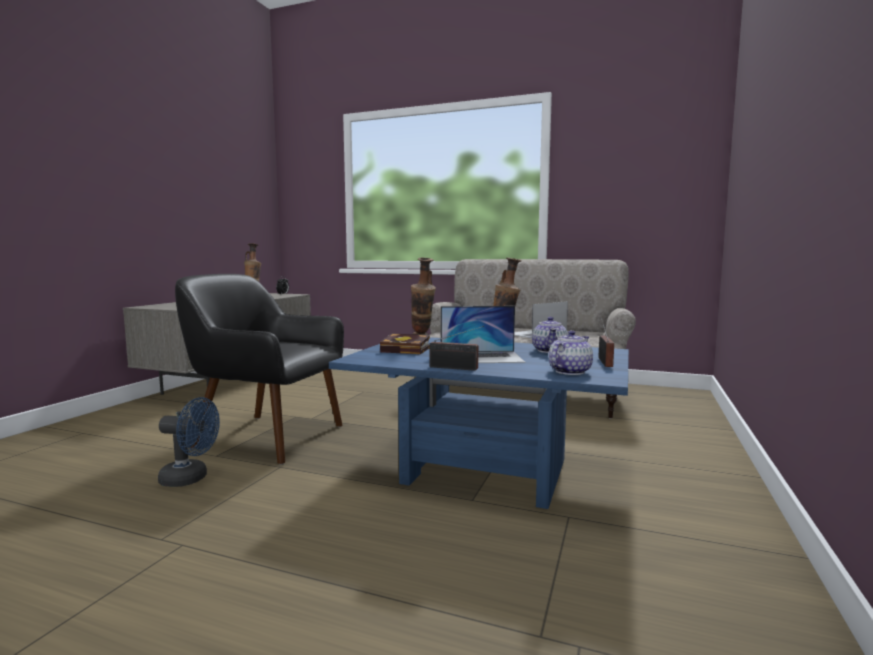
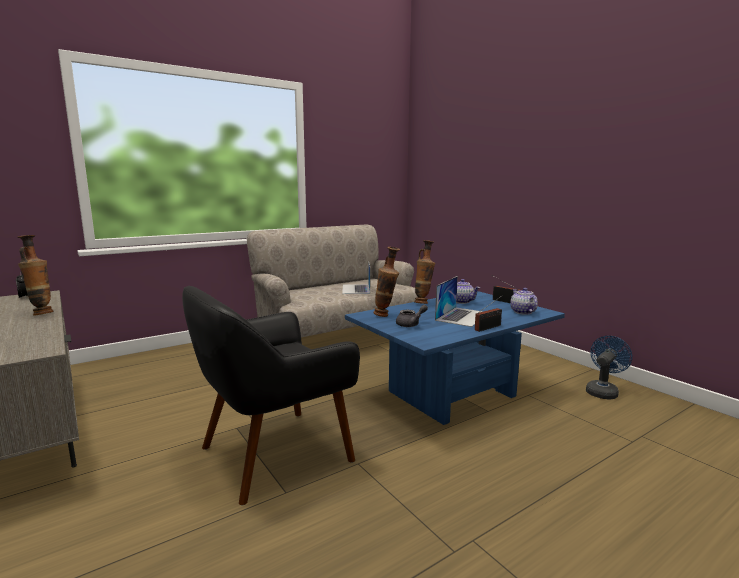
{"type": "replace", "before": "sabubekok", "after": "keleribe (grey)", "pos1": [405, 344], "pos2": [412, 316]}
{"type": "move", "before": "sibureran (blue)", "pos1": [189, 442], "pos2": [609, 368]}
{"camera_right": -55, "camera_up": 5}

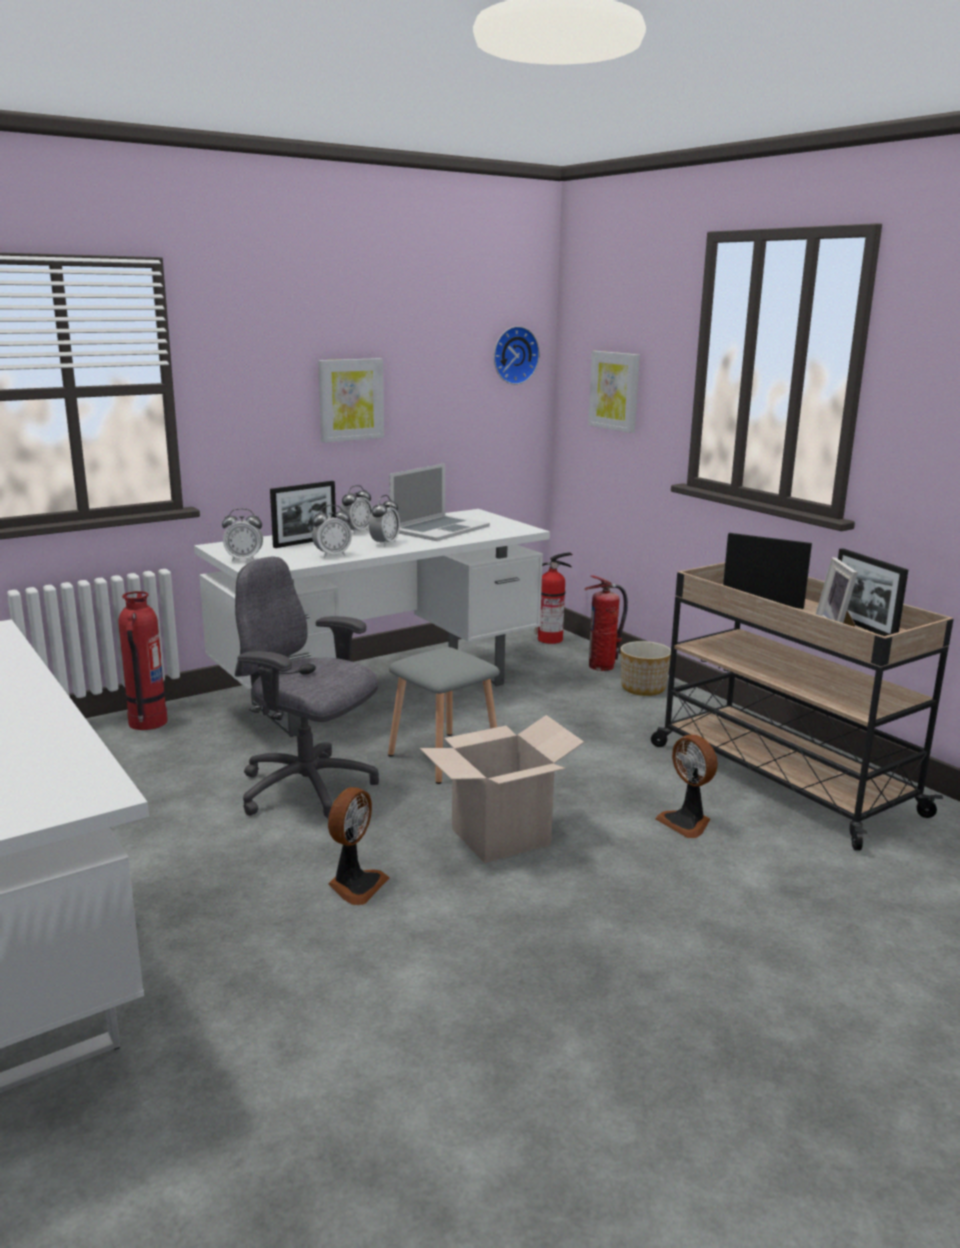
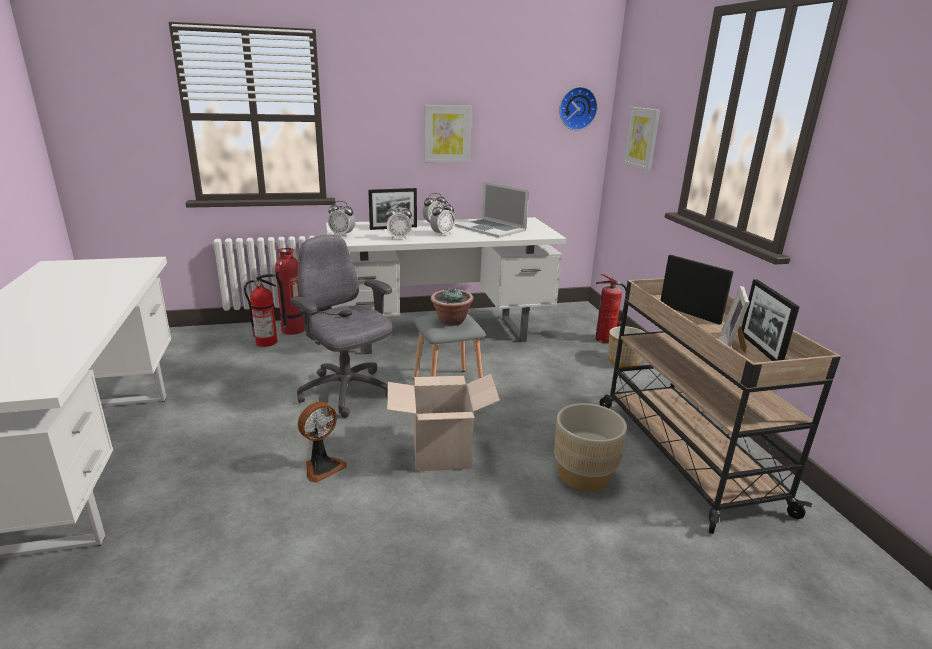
{"type": "rotate", "before": "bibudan", "pos1": [439, 502], "pos2": [492, 210], "turn": 75}
{"type": "move", "before": "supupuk", "pos1": [554, 598], "pos2": [260, 310]}
{"type": "replace", "before": "sibureran", "after": "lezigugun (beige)", "pos1": [686, 786], "pos2": [590, 447]}
{"type": "insert", "after": "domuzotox", "pos2": [452, 306]}
{"camera_right": 20, "camera_up": 5}

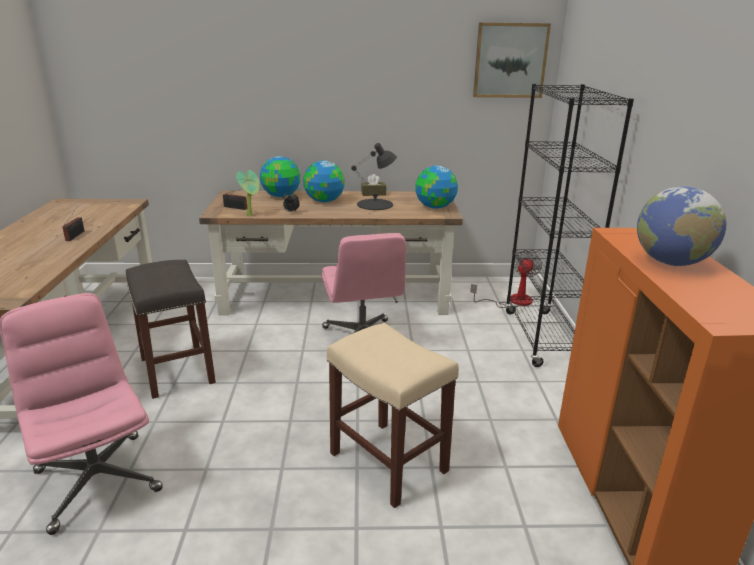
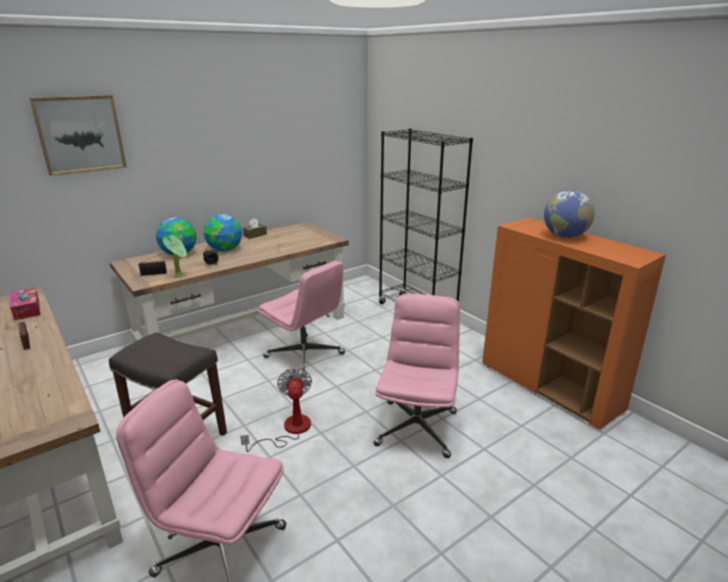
{"type": "move", "before": "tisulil", "pos1": [512, 60], "pos2": [78, 135]}
{"type": "delete", "before": "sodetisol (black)", "pos1": [374, 176]}
{"type": "delete", "before": "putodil", "pos1": [436, 187]}
{"type": "move", "before": "sibureran", "pos1": [506, 279], "pos2": [276, 410]}
{"type": "replace", "before": "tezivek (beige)", "after": "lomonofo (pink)", "pos1": [393, 415], "pos2": [416, 376]}
{"type": "insert", "after": "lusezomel", "pos2": [25, 304]}
{"camera_right": -35, "camera_up": 0}

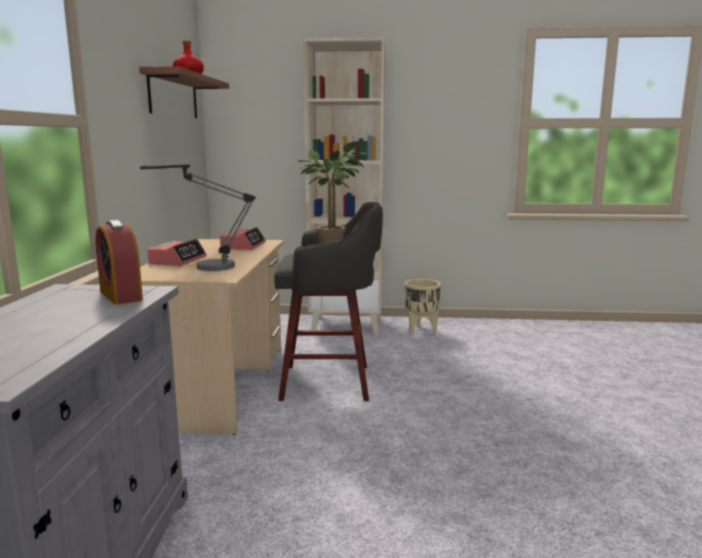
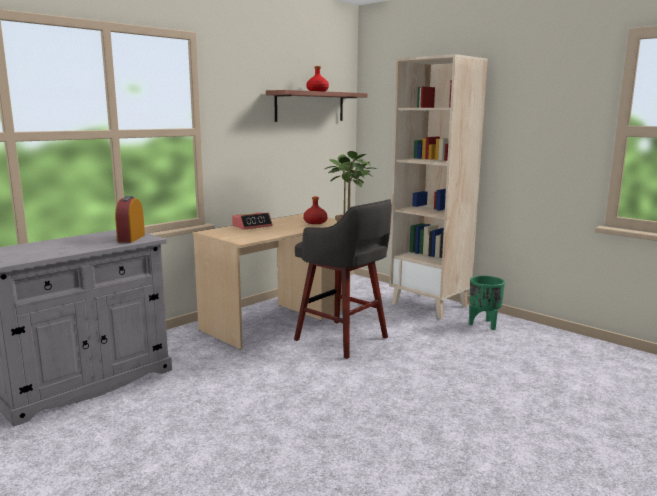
{"type": "delete", "before": "sodetisol", "pos1": [198, 217]}
{"type": "replace", "before": "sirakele", "after": "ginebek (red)", "pos1": [243, 238], "pos2": [315, 210]}
{"type": "recolor", "before": "lezigugun (beige)", "after": "lezigugun (green)", "pos1": [423, 306], "pos2": [487, 303]}
{"camera_right": 40, "camera_up": 0}

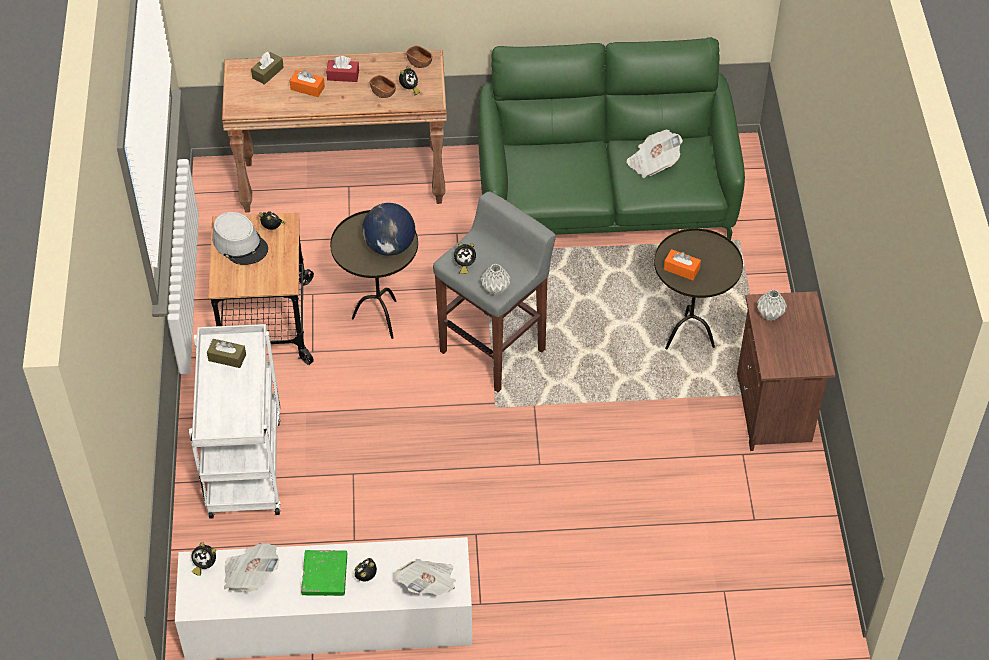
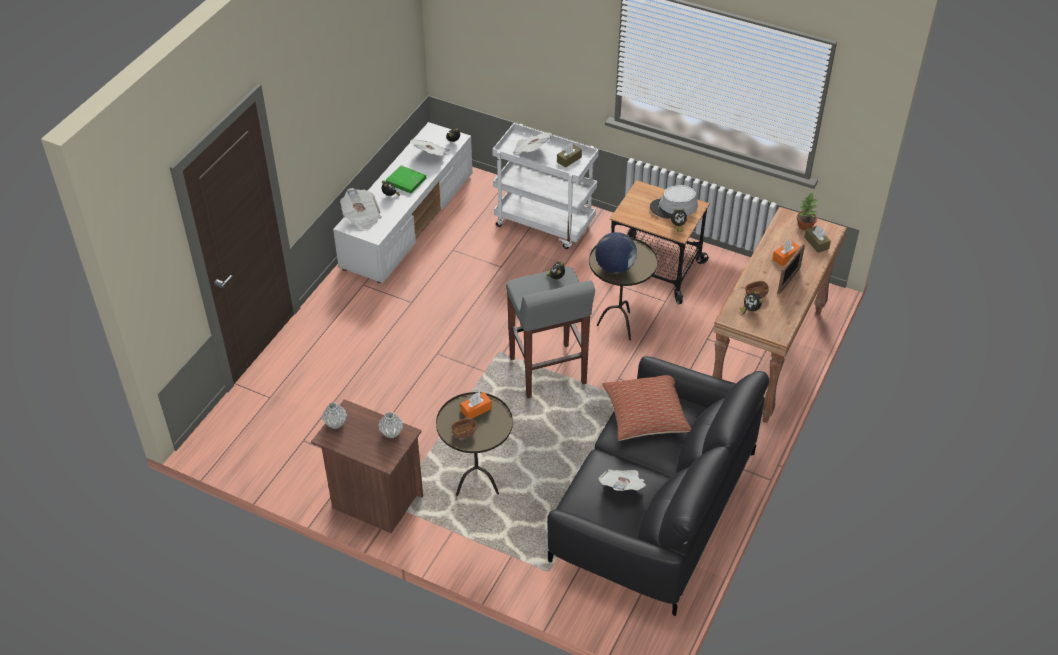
{"type": "recolor", "before": "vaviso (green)", "after": "vaviso (black)", "pos1": [611, 138], "pos2": [658, 486]}
{"type": "move", "before": "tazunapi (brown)", "pos1": [419, 56], "pos2": [464, 428]}
{"type": "replace", "before": "lusezomel (red)", "after": "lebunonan", "pos1": [342, 69], "pos2": [791, 269]}
{"type": "move", "before": "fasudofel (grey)", "pos1": [495, 280], "pos2": [334, 415]}
{"type": "insert", "after": "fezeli", "pos2": [531, 143]}
{"type": "insert", "after": "domuzotox", "pos2": [807, 211]}
{"type": "insert", "after": "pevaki", "pos2": [647, 408]}
{"camera_right": 120, "camera_up": -5}

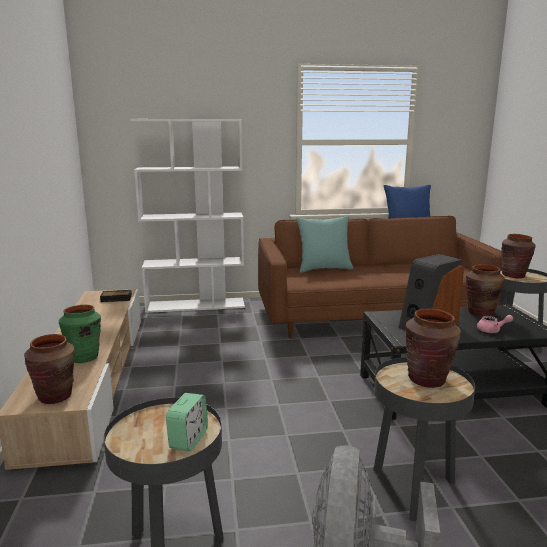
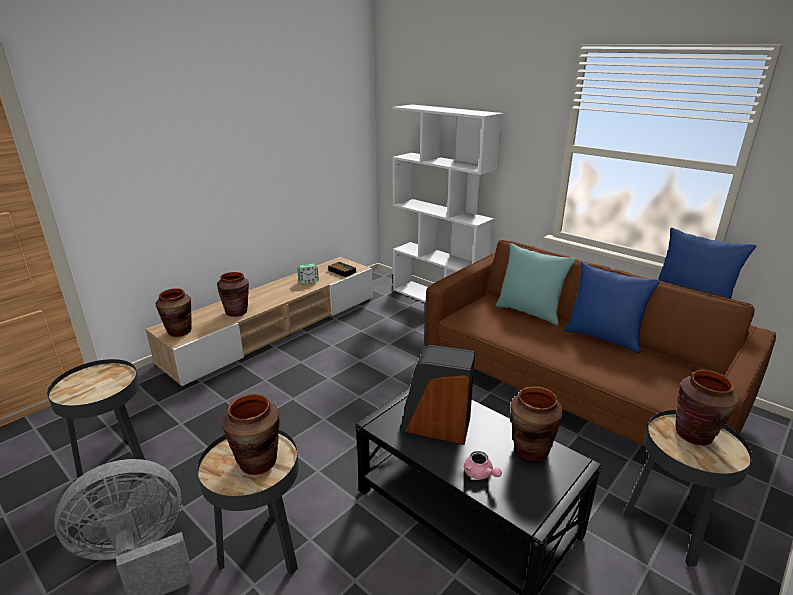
{"type": "recolor", "before": "fasudofel (green)", "after": "fasudofel (brown)", "pos1": [80, 334], "pos2": [233, 294]}
{"type": "move", "before": "sirakele", "pos1": [187, 422], "pos2": [308, 274]}
{"type": "insert", "after": "pevaki (blue)", "pos2": [612, 307]}
{"camera_right": 50, "camera_up": 10}

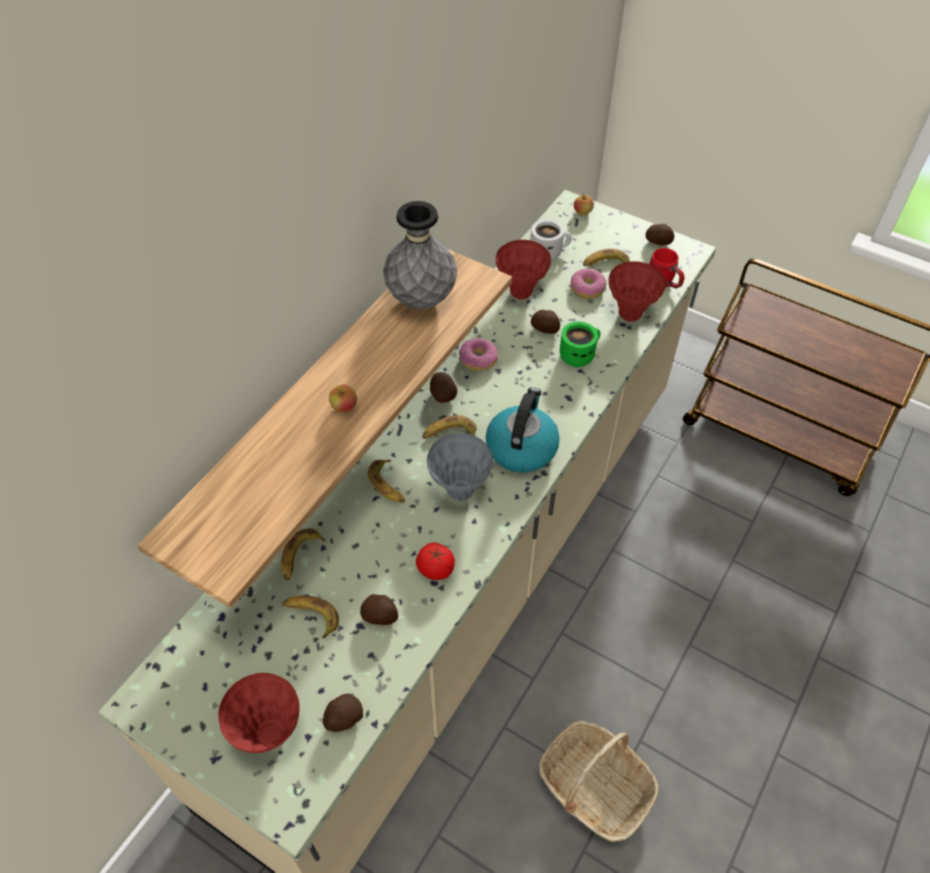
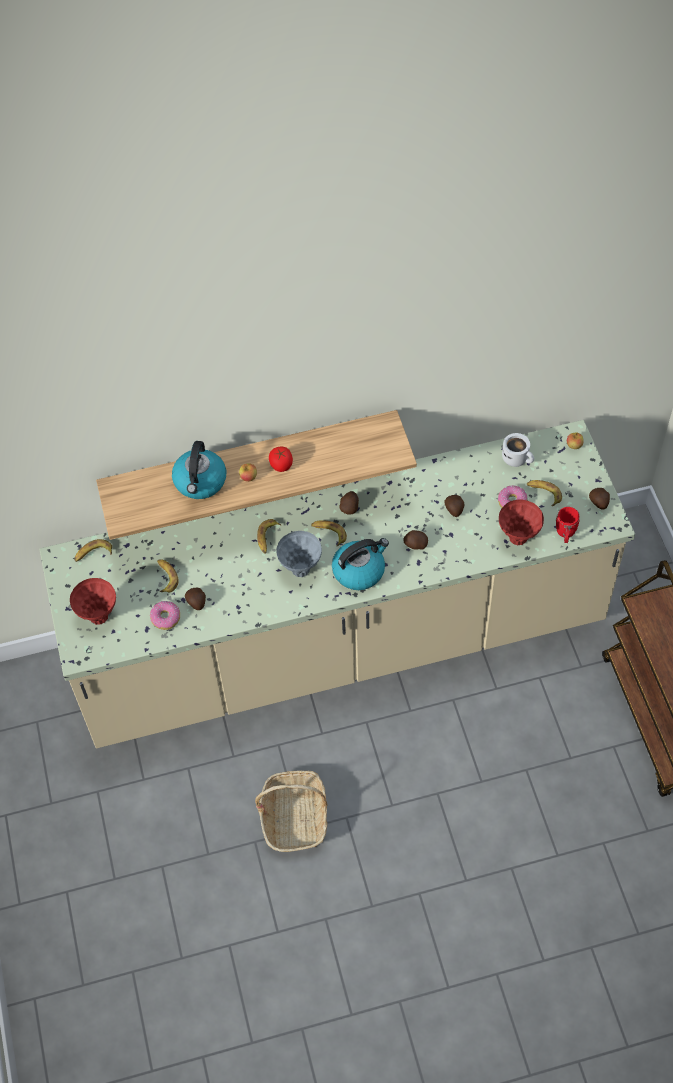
{"type": "delete", "before": "fasudofel (grey)", "pos1": [420, 255]}
{"type": "delete", "before": "fasudofel (red)", "pos1": [523, 269]}
{"type": "delete", "before": "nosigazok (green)", "pos1": [580, 344]}
{"type": "move", "before": "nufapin", "pos1": [478, 354], "pos2": [165, 615]}
{"type": "move", "before": "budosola", "pos1": [303, 554], "pos2": [93, 550]}
{"type": "move", "before": "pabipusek", "pos1": [435, 561], "pos2": [281, 459]}
{"type": "move", "before": "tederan", "pos1": [343, 713], "pos2": [415, 540]}
{"type": "insert", "after": "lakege", "pos2": [199, 470]}
{"camera_right": 45, "camera_up": 5}

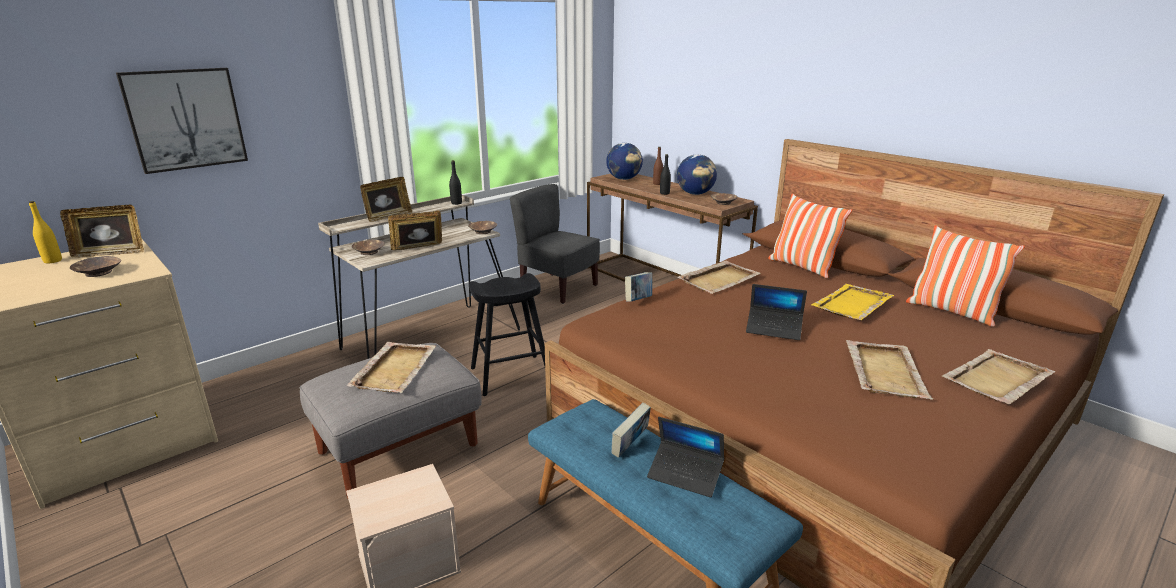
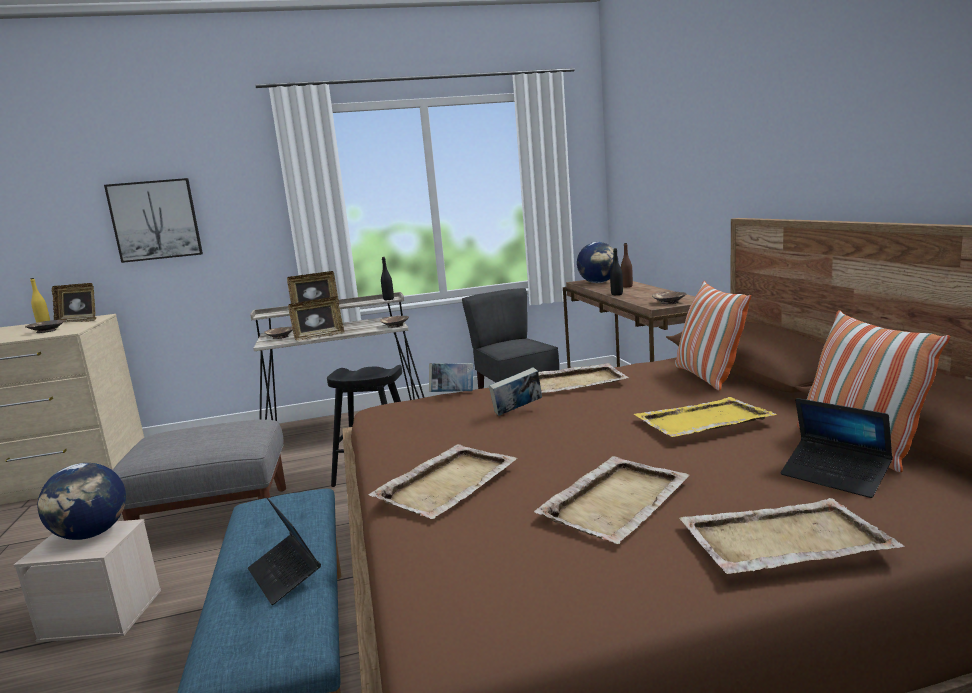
{"type": "move", "before": "putodil", "pos1": [697, 174], "pos2": [81, 501]}
{"type": "rotate", "before": "lebunonan", "pos1": [415, 230], "pos2": [316, 318], "turn": 150}
{"type": "move", "before": "bibudan", "pos1": [776, 312], "pos2": [836, 448]}
{"type": "move", "before": "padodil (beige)", "pos1": [391, 367], "pos2": [443, 481]}
{"type": "move", "before": "sabubekok", "pos1": [631, 430], "pos2": [515, 392]}
{"camera_right": 30, "camera_up": -10}

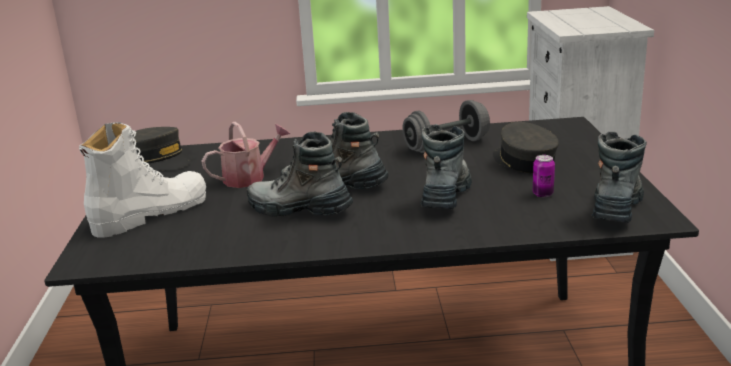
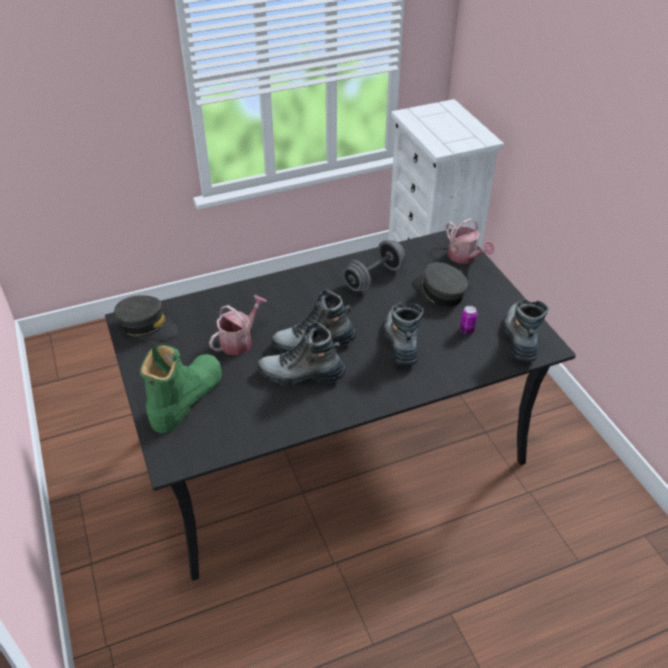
{"type": "recolor", "before": "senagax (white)", "after": "senagax (green)", "pos1": [142, 180], "pos2": [181, 388]}
{"type": "insert", "after": "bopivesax", "pos2": [470, 240]}
{"camera_right": -20, "camera_up": 20}

